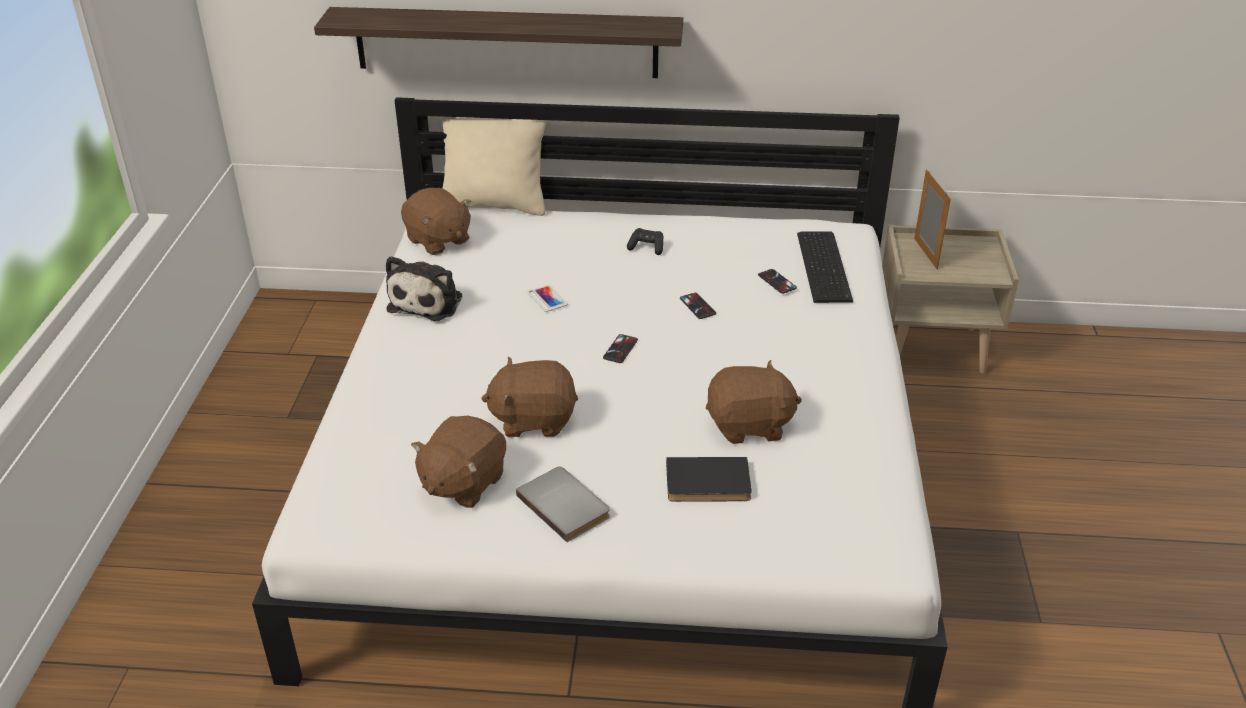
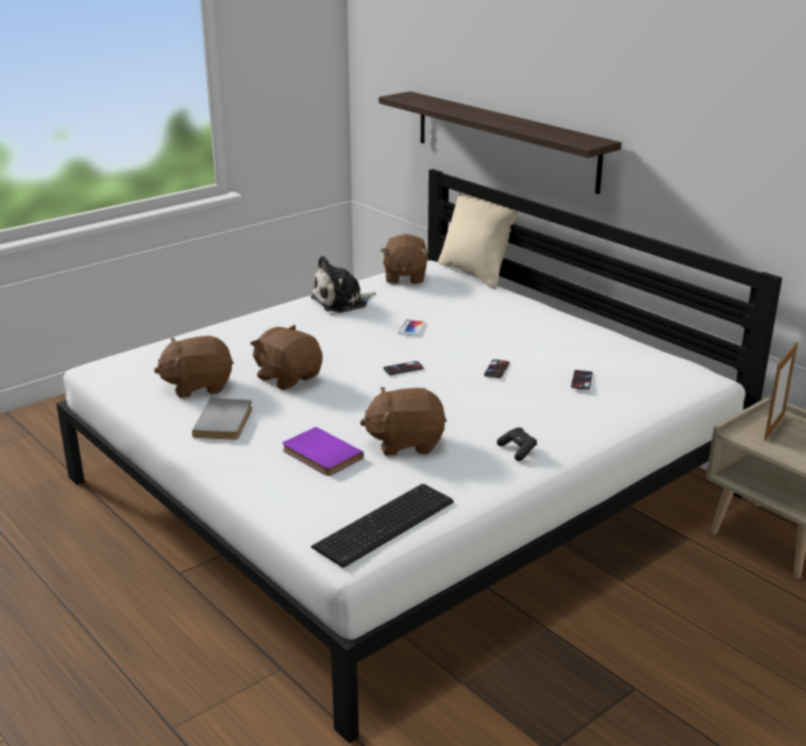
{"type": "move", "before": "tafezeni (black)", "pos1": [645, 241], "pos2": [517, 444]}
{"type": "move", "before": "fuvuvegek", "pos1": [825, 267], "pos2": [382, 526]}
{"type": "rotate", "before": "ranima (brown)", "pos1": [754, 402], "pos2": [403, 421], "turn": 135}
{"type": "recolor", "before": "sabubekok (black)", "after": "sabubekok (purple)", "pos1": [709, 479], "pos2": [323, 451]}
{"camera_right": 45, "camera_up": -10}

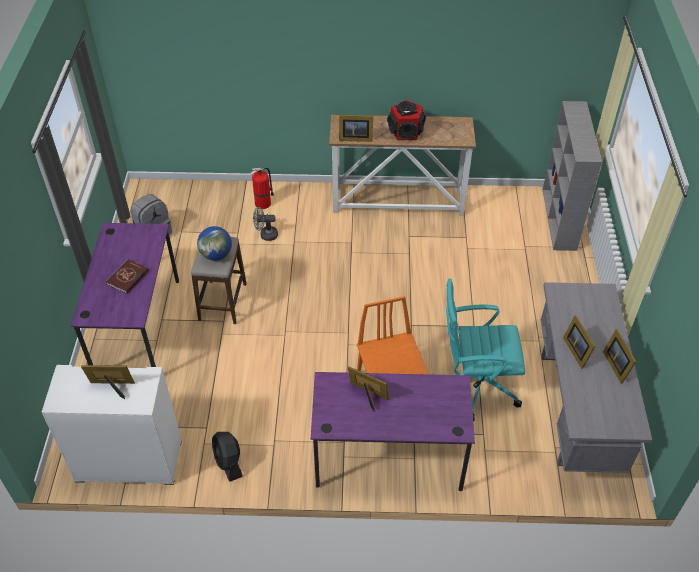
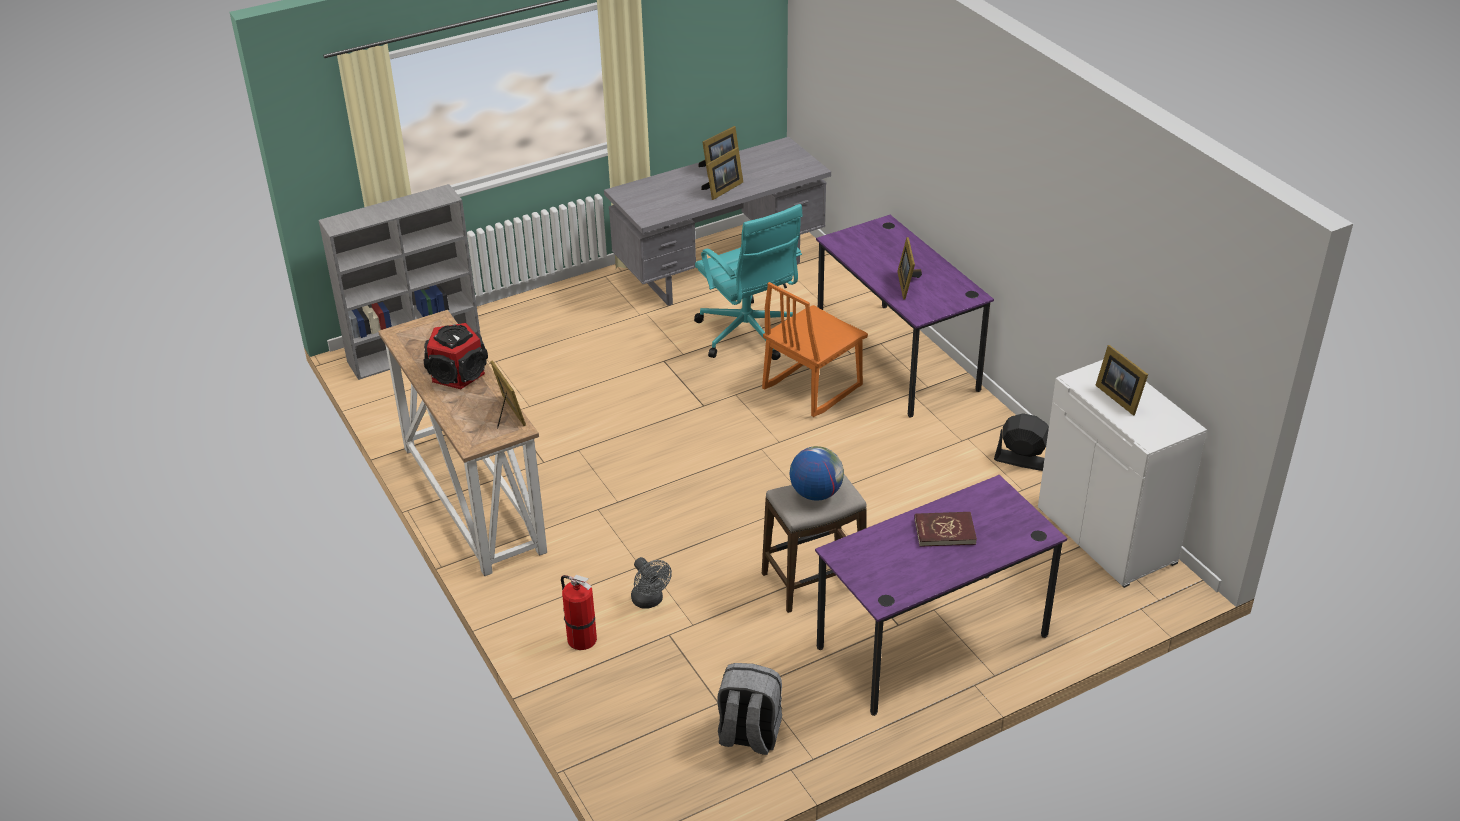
{"type": "rotate", "before": "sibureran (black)", "pos1": [227, 457], "pos2": [1021, 442], "turn": -105}
{"camera_right": -120, "camera_up": -10}

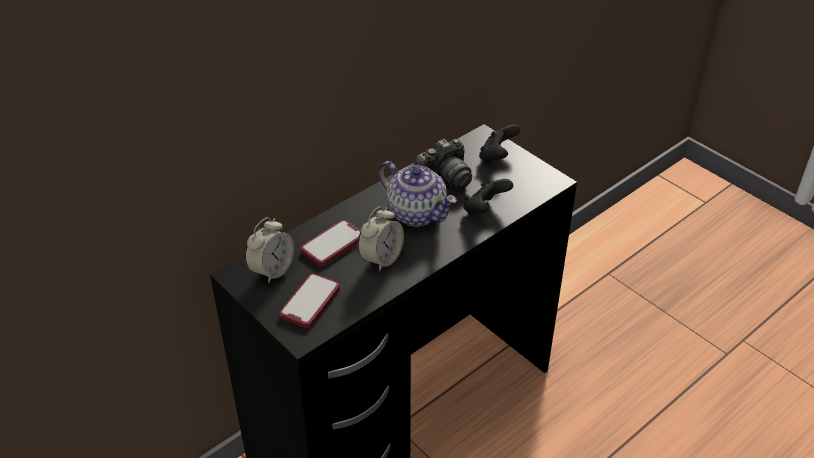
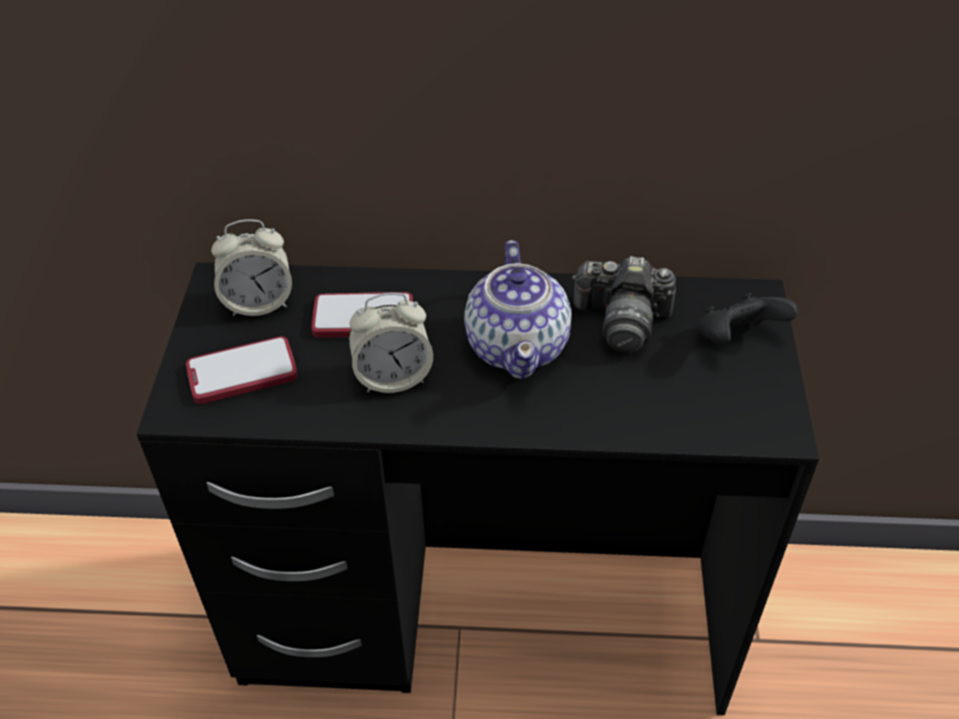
{"type": "delete", "before": "tafezeni (black)", "pos1": [488, 197]}
{"camera_right": 45, "camera_up": 5}

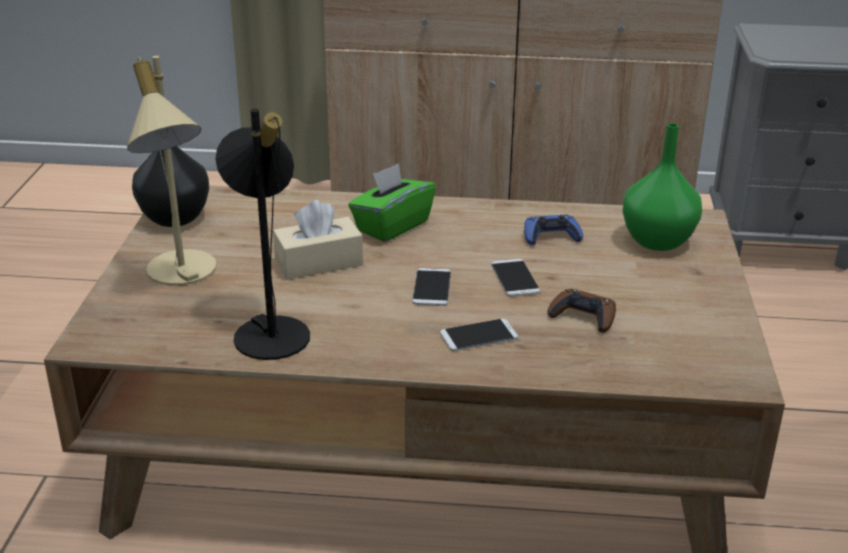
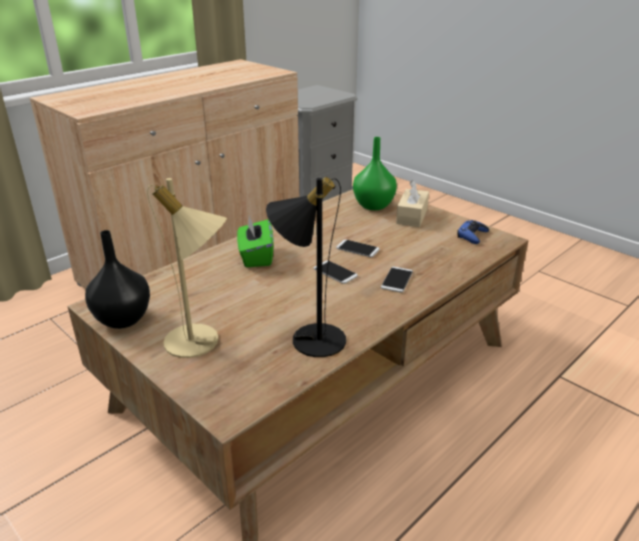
{"type": "move", "before": "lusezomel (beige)", "pos1": [318, 240], "pos2": [412, 203]}
{"type": "move", "before": "tafezeni (blue)", "pos1": [553, 230], "pos2": [473, 232]}
{"type": "delete", "before": "tafezeni (brown)", "pos1": [582, 311]}
{"camera_right": -50, "camera_up": 0}

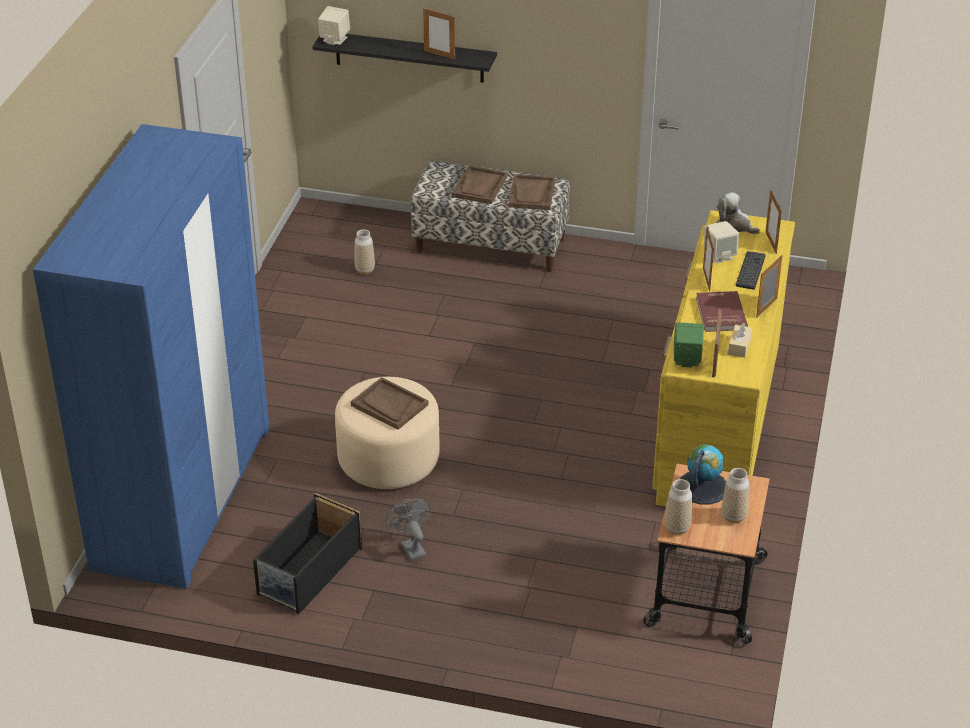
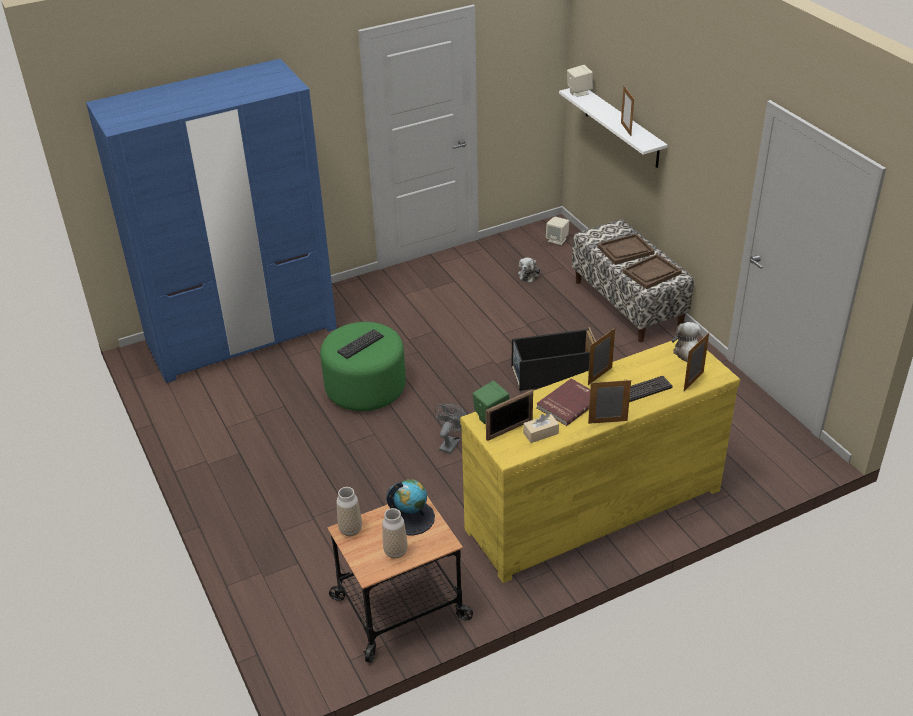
{"type": "recolor", "before": "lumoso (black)", "after": "lumoso (white)", "pos1": [405, 58], "pos2": [613, 128]}
{"type": "move", "before": "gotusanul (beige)", "pos1": [721, 242], "pos2": [557, 230]}
{"type": "replace", "before": "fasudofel", "after": "ranima", "pos1": [365, 251], "pos2": [529, 269]}
{"type": "recolor", "before": "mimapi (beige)", "after": "mimapi (green)", "pos1": [387, 433], "pos2": [363, 366]}
{"type": "replace", "before": "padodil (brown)", "after": "fuvuvegek", "pos1": [390, 403], "pos2": [360, 344]}
{"type": "move", "before": "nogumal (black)", "pos1": [307, 553], "pos2": [554, 359]}
{"type": "move", "before": "sibureran (grey)", "pos1": [408, 529], "pos2": [451, 429]}
{"camera_right": 50, "camera_up": 0}

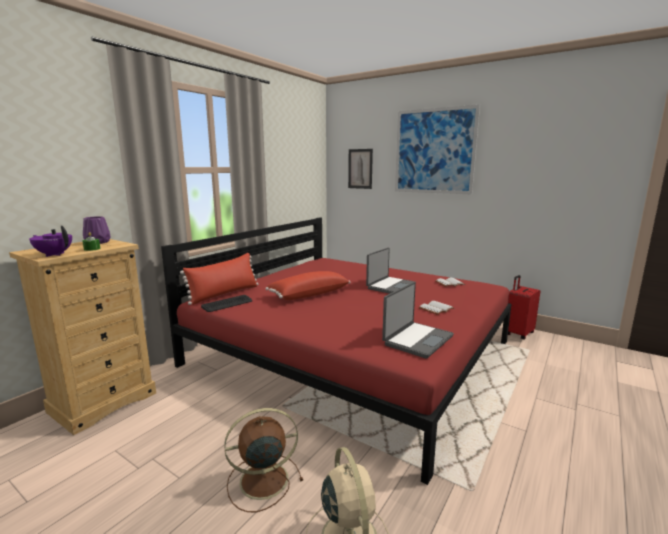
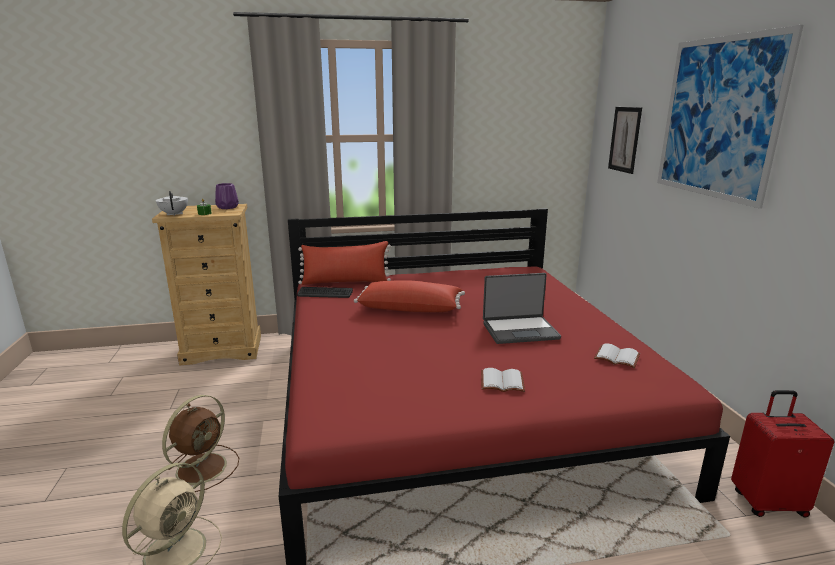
{"type": "recolor", "before": "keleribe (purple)", "after": "keleribe (white)", "pos1": [50, 241], "pos2": [172, 203]}
{"type": "delete", "before": "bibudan", "pos1": [418, 320]}
{"type": "rotate", "before": "sibureran (brown)", "pos1": [263, 460], "pos2": [200, 443], "turn": 90}
{"camera_right": 45, "camera_up": 5}

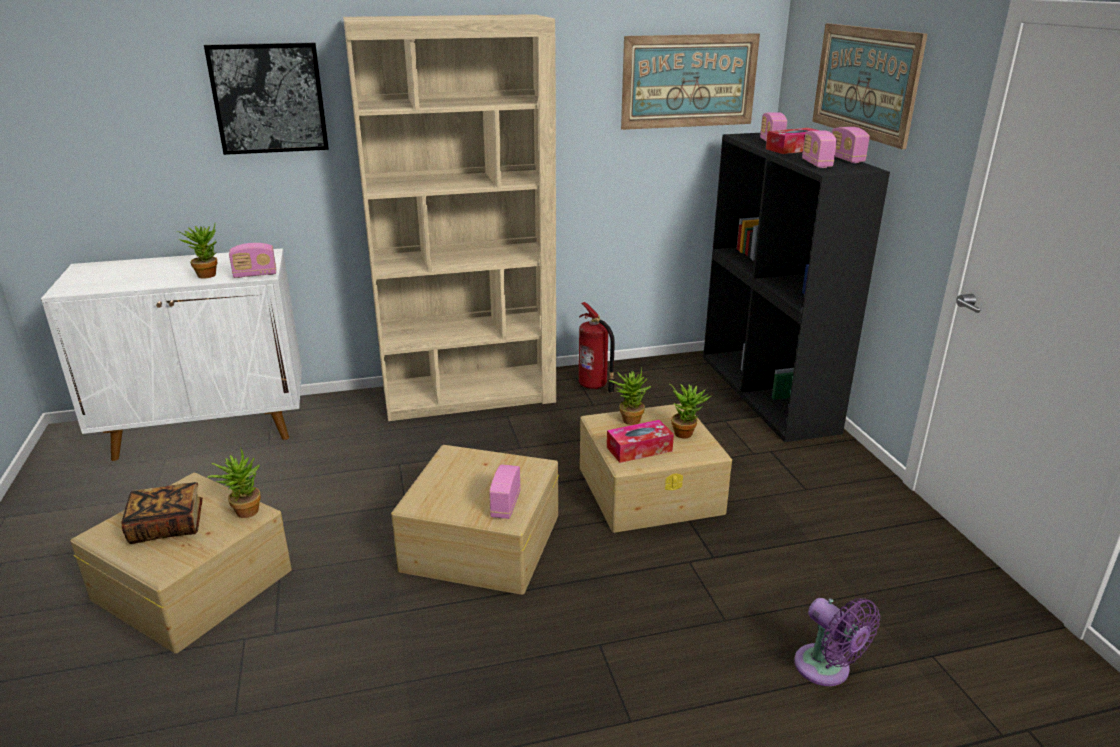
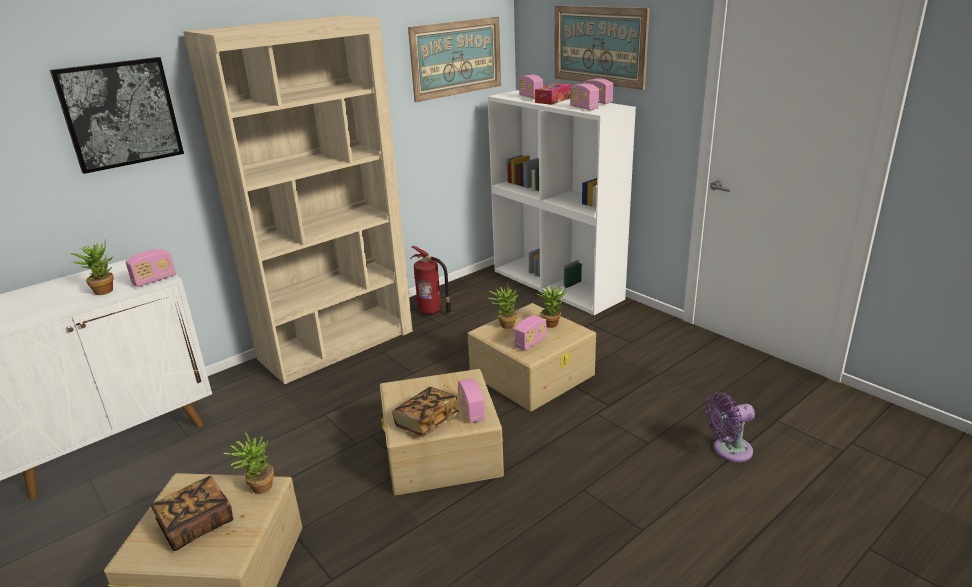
{"type": "recolor", "before": "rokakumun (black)", "after": "rokakumun (white)", "pos1": [796, 287], "pos2": [562, 202]}
{"type": "replace", "before": "lusezomel", "after": "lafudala", "pos1": [640, 441], "pos2": [530, 333]}
{"type": "rotate", "before": "sibureran (purple)", "pos1": [837, 642], "pos2": [730, 427], "turn": 135}
{"type": "insert", "after": "sabubekok", "pos2": [425, 411]}
{"camera_right": -25, "camera_up": 0}

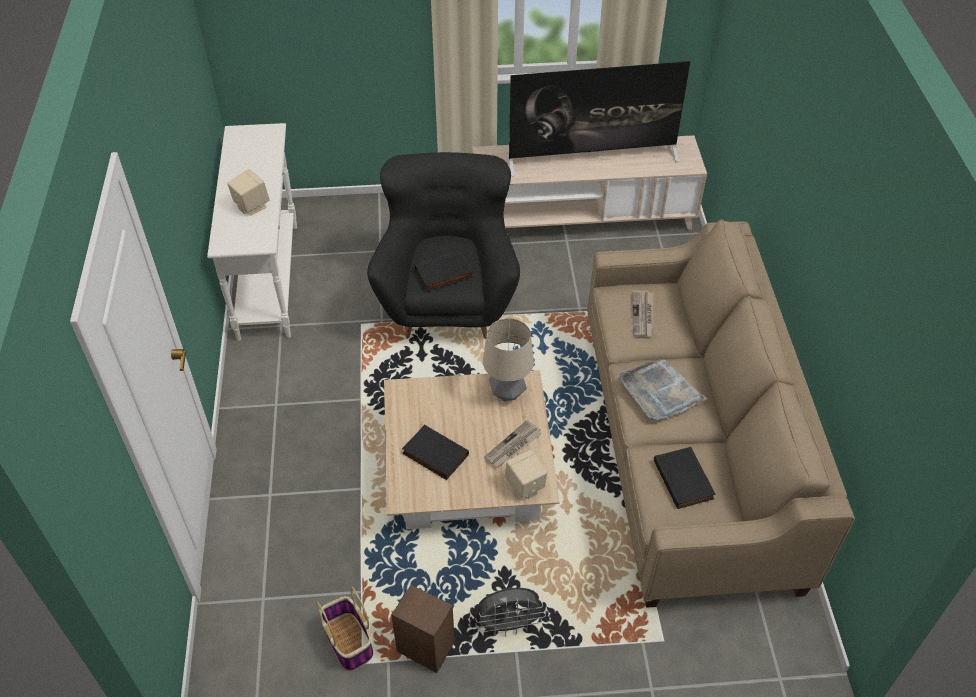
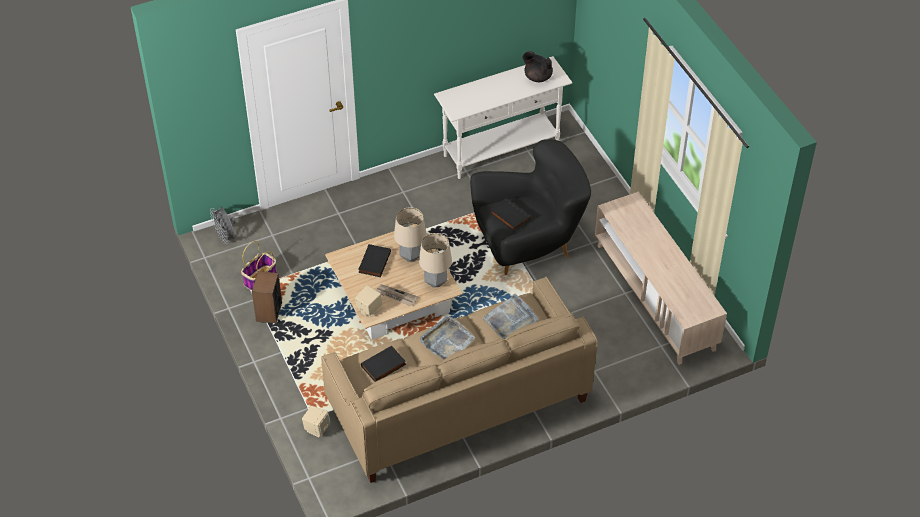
{"type": "delete", "before": "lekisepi", "pos1": [598, 119]}
{"type": "move", "before": "gotusanul (beige)", "pos1": [248, 192], "pos2": [316, 422]}
{"type": "replace", "before": "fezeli", "after": "padodil (grey)", "pos1": [642, 314], "pos2": [510, 316]}
{"type": "move", "before": "sibureran (grey)", "pos1": [510, 612], "pos2": [222, 225]}
{"type": "insert", "after": "keleribe (black)", "pos2": [538, 66]}
{"type": "insert", "after": "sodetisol", "pos2": [410, 234]}
{"camera_right": 70, "camera_up": 0}

